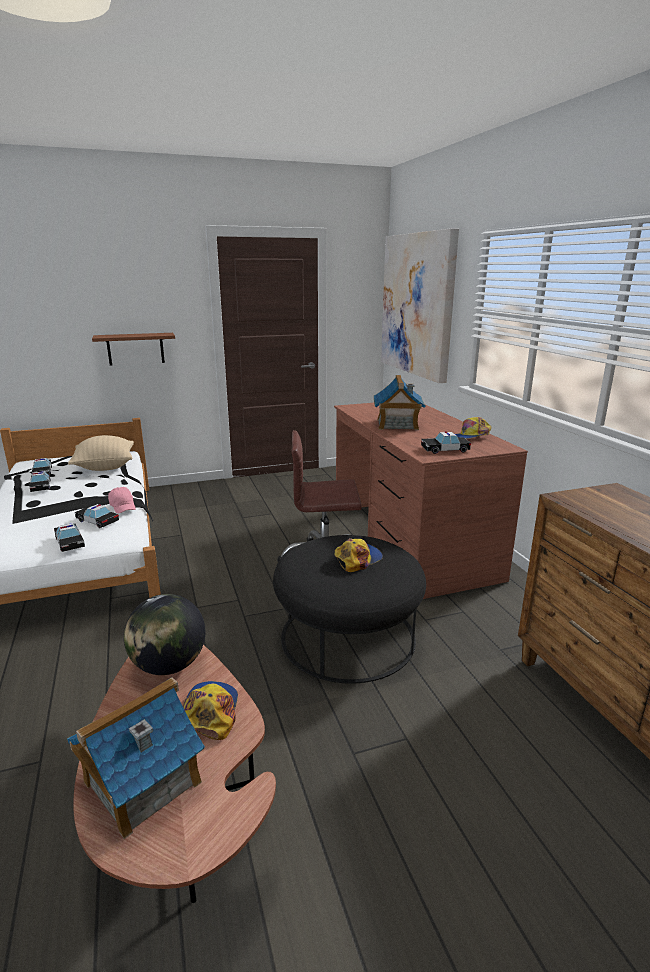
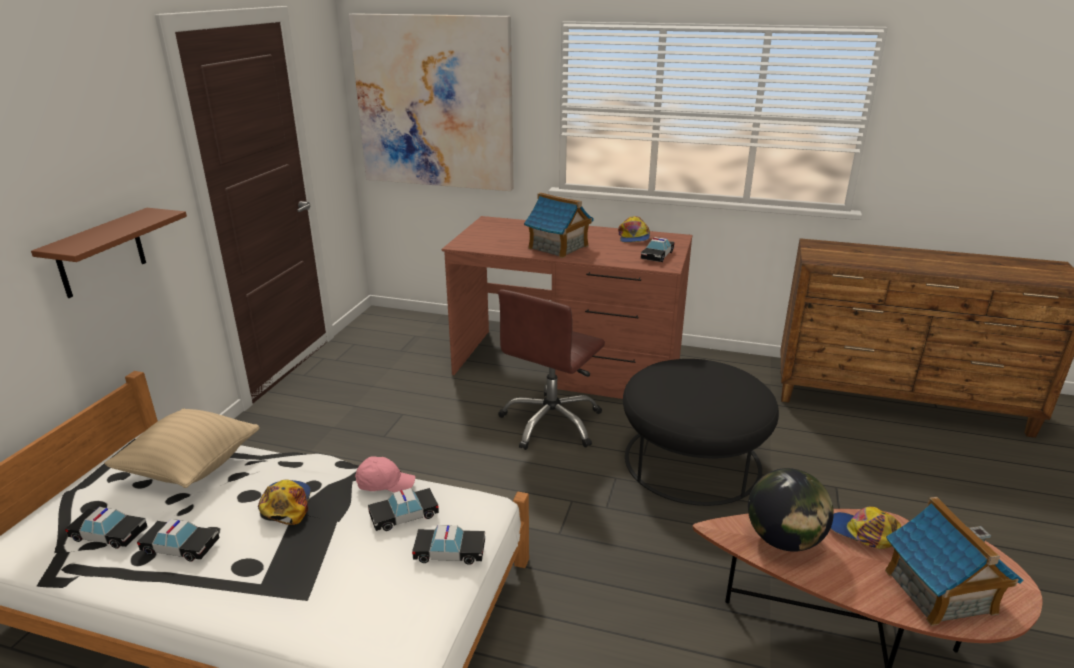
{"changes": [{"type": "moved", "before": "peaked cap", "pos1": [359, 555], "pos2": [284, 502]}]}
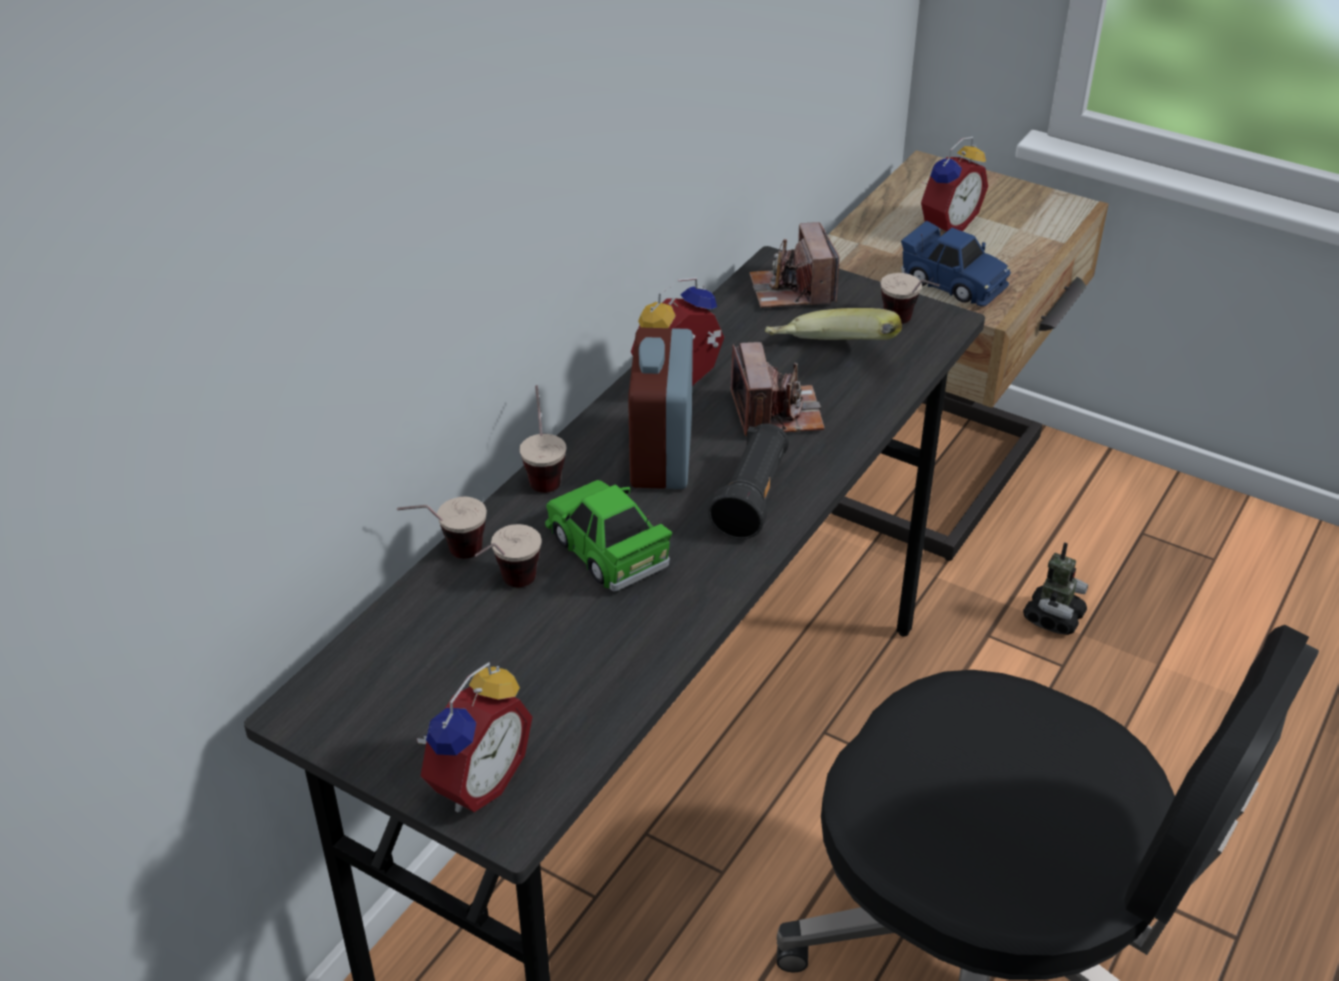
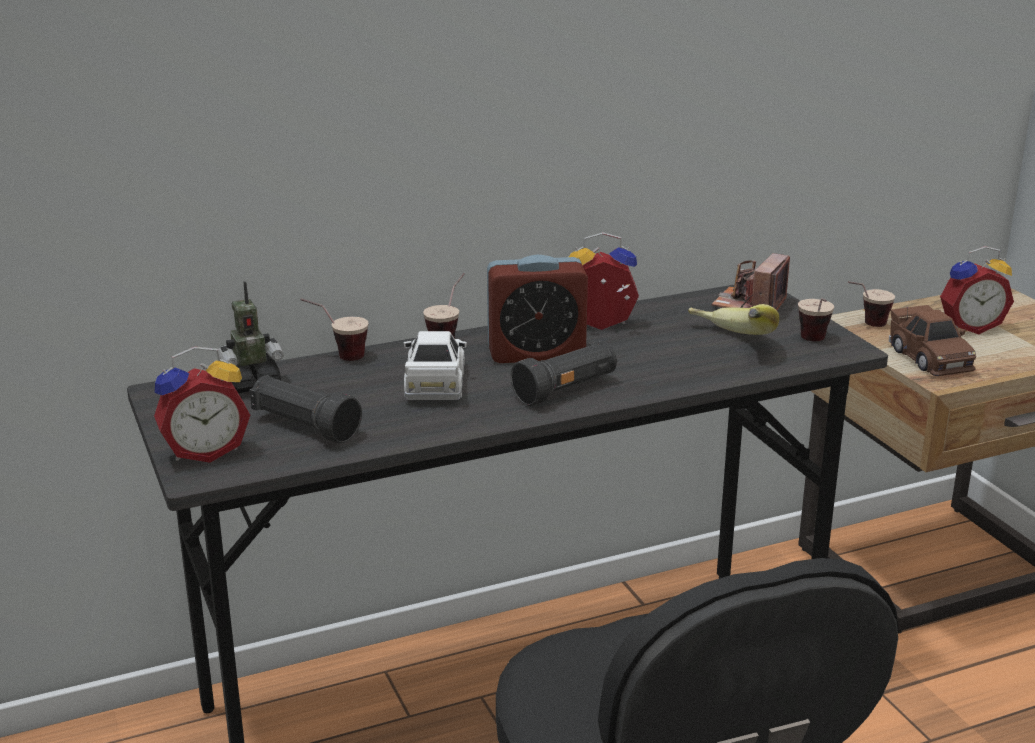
{"changes": [{"type": "moved", "before": "drinking cup", "pos1": [508, 555], "pos2": [871, 304]}, {"type": "recoloured", "before": "miniature car in green", "after": "miniature car in whitish", "pos1": [608, 535], "pos2": [435, 365]}, {"type": "turned", "before": "bedside clock", "pos1": [660, 408], "pos2": [537, 309], "turn": -135}, {"type": "removed", "before": "photo camera", "pos1": [778, 389]}, {"type": "recoloured", "before": "miniature car in bluish", "after": "miniature car in brown-coloured", "pos1": [956, 264], "pos2": [932, 340]}, {"type": "moved", "before": "toy robot", "pos1": [1055, 588], "pos2": [251, 337]}, {"type": "added", "after": "flashlight in black-coloured", "pos2": [306, 409]}]}
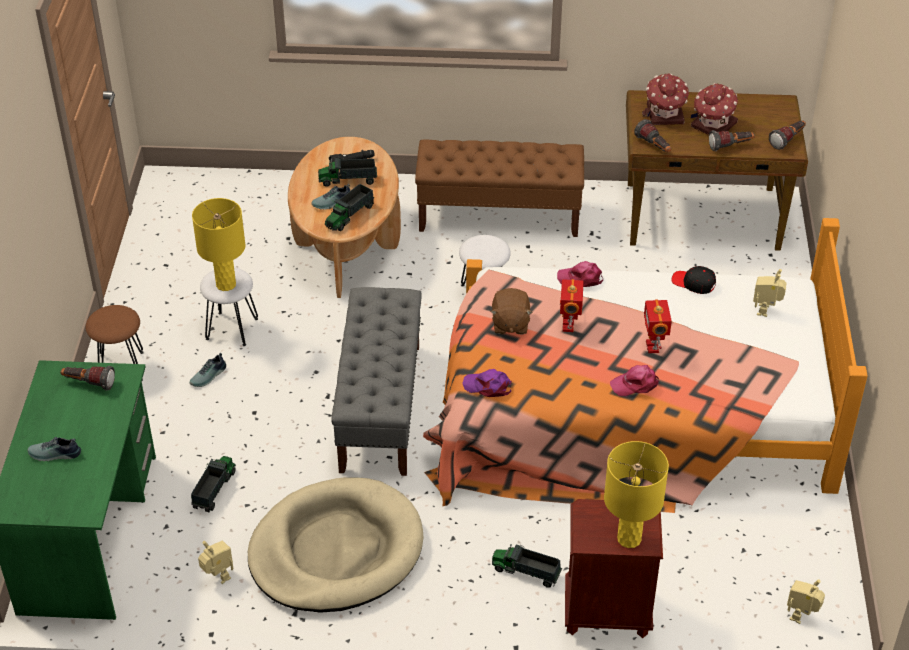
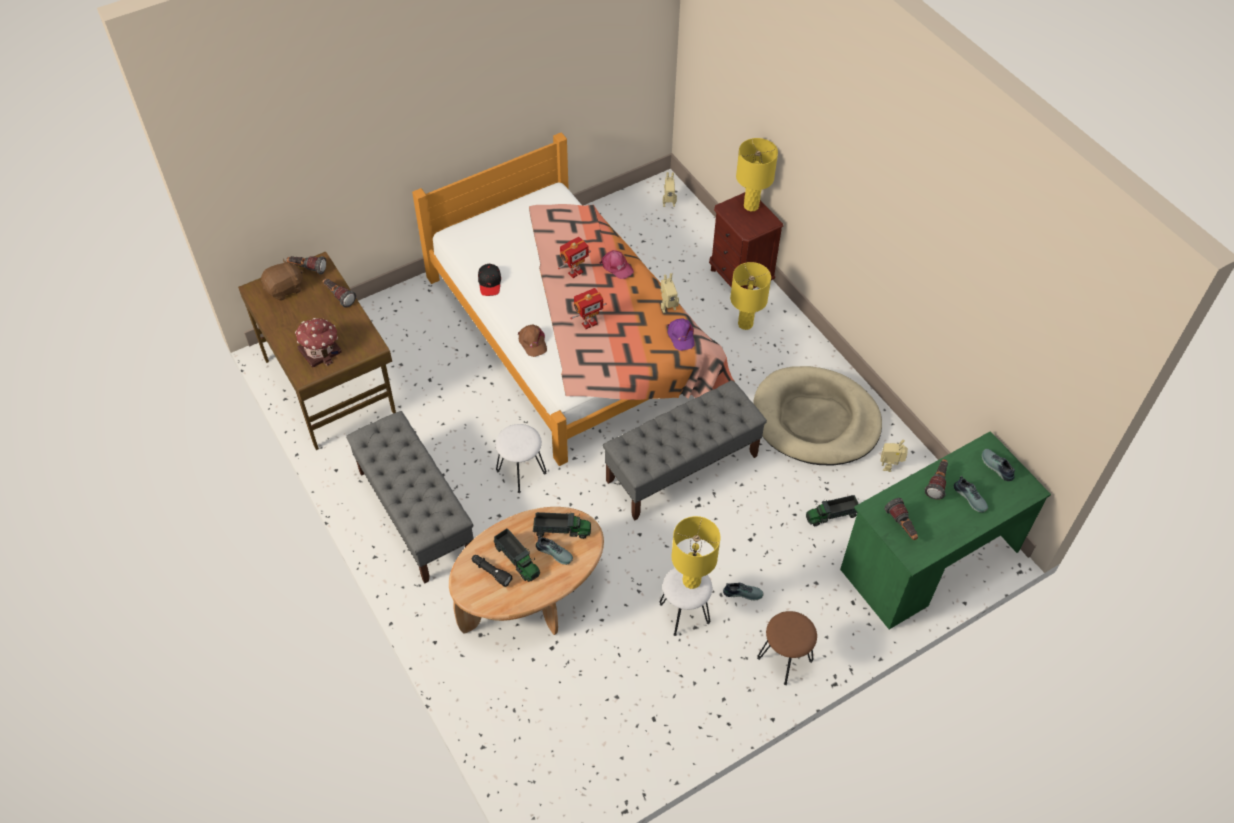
{"changes": [{"type": "recoloured", "before": "long seat in brown-coloured", "after": "long seat in gray", "pos1": [499, 188], "pos2": [410, 497]}, {"type": "moved", "before": "plush toy in brown-coloured", "pos1": [512, 311], "pos2": [282, 280]}, {"type": "replaced", "before": "toy lorry", "after": "table lamp in yellow", "pos1": [527, 566], "pos2": [750, 296]}, {"type": "recoloured", "before": "peaked cap in pink-coloured", "after": "peaked cap in brown-coloured", "pos1": [580, 274], "pos2": [532, 340]}, {"type": "moved", "before": "flashlight", "pos1": [652, 135], "pos2": [936, 479]}, {"type": "removed", "before": "miniature house", "pos1": [714, 109]}, {"type": "moved", "before": "toy robot", "pos1": [770, 293], "pos2": [669, 293]}, {"type": "added", "after": "low shoe", "pos2": [998, 465]}]}
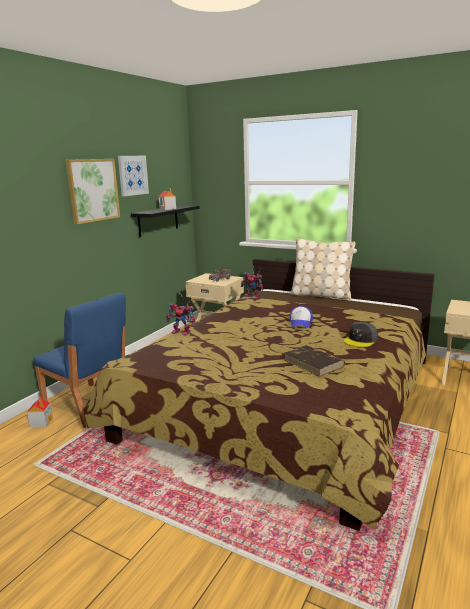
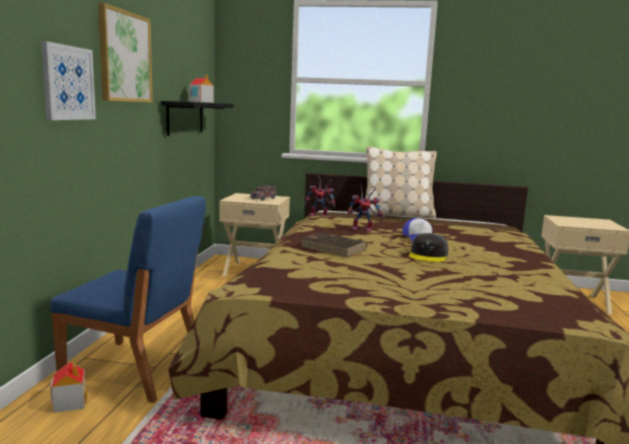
{"changes": [{"type": "moved", "before": "wall picture", "pos1": [133, 176], "pos2": [68, 80]}, {"type": "moved", "before": "toy robot", "pos1": [180, 314], "pos2": [365, 208]}, {"type": "moved", "before": "volume in brown-coloured", "pos1": [314, 361], "pos2": [333, 244]}, {"type": "moved", "before": "peaked cap in gray", "pos1": [361, 334], "pos2": [428, 247]}]}
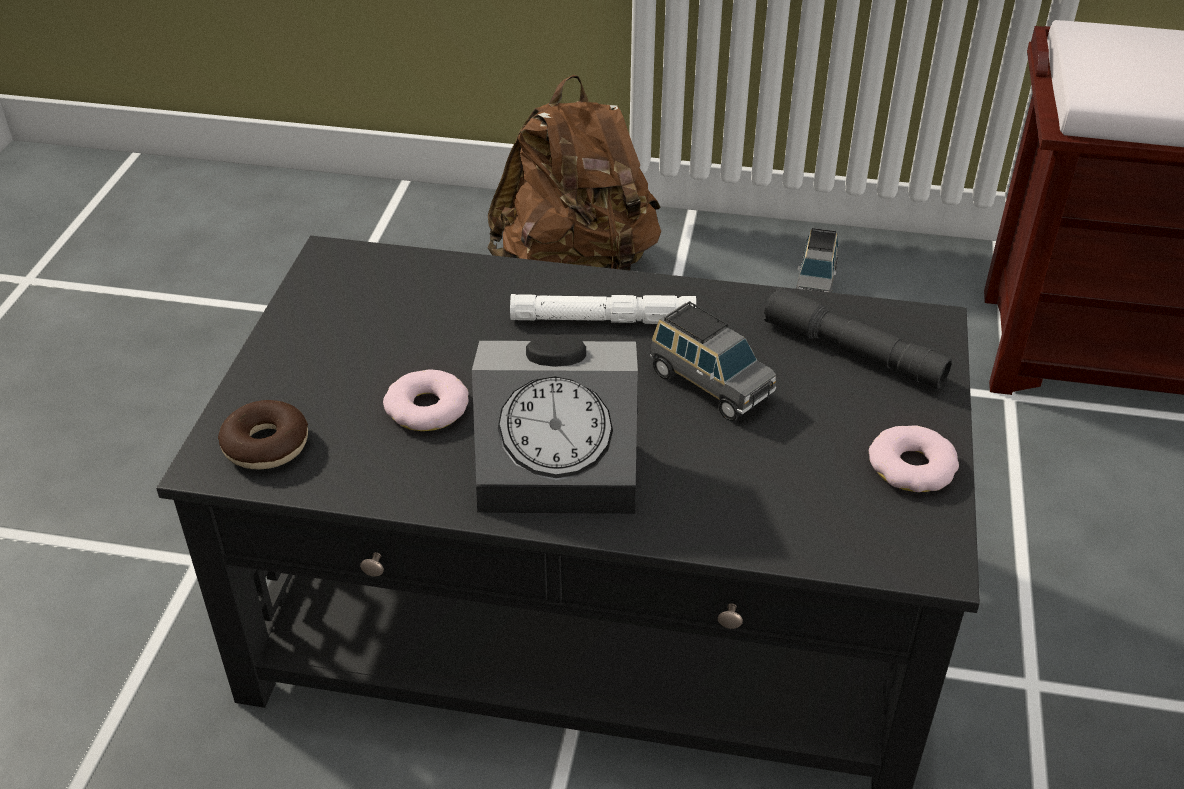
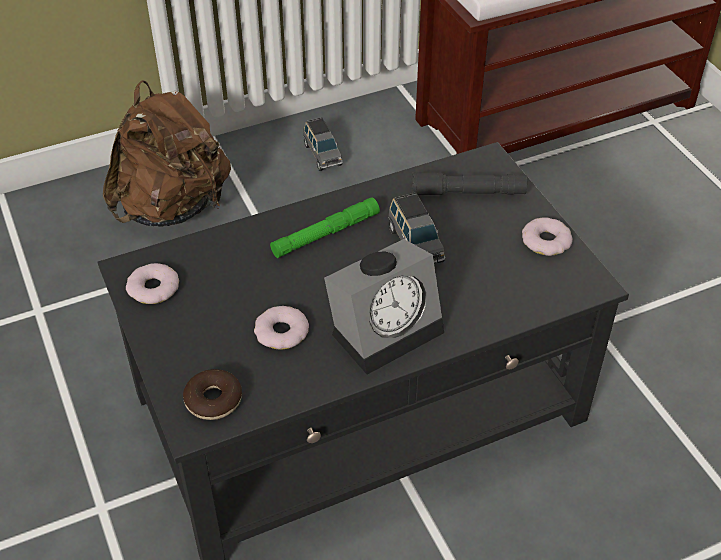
{"changes": [{"type": "recoloured", "before": "flashlight in whitish", "after": "flashlight in green", "pos1": [603, 309], "pos2": [325, 227]}, {"type": "turned", "before": "miniature car in gray", "pos1": [713, 361], "pos2": [416, 228], "turn": 60}, {"type": "added", "after": "doughnut", "pos2": [152, 283]}]}
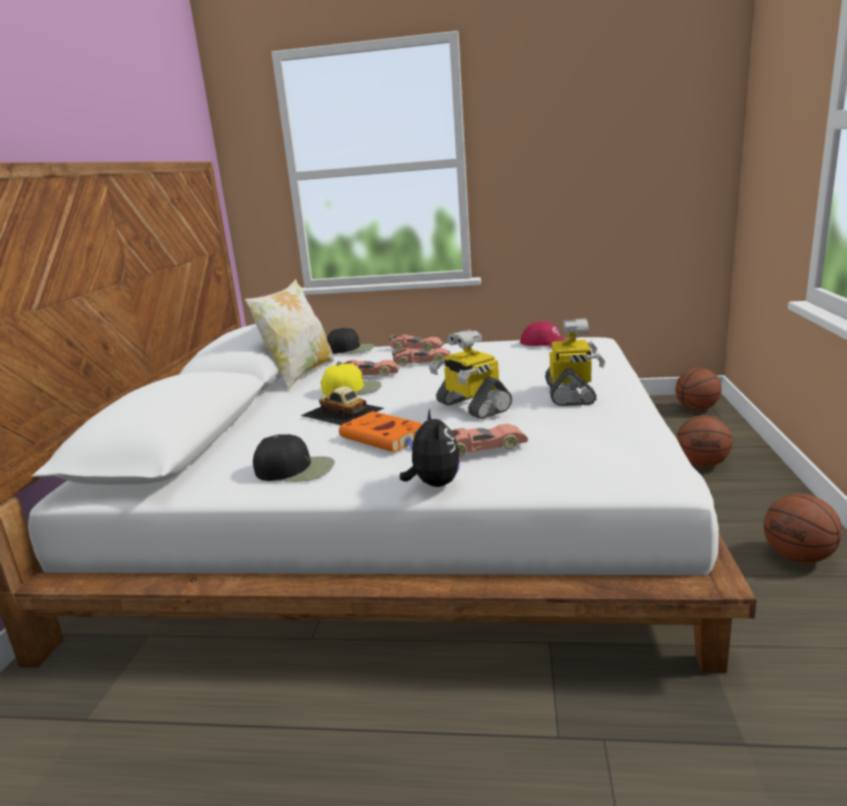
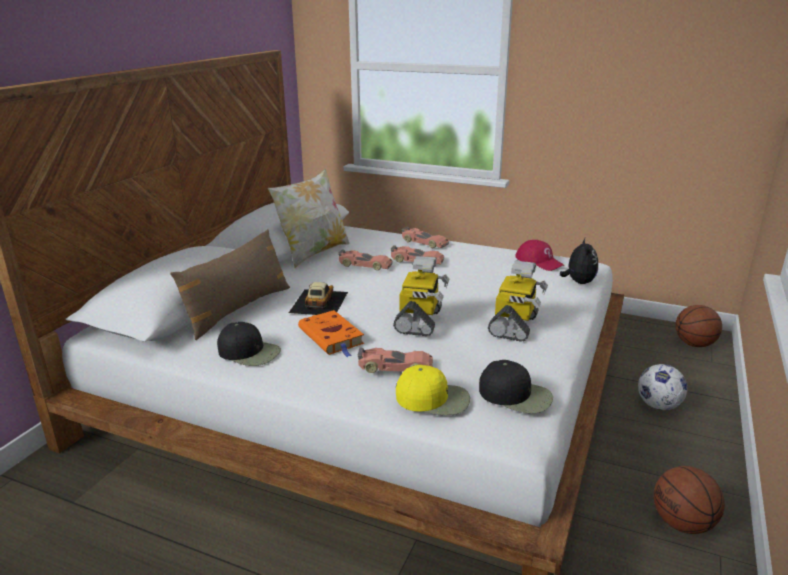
{"changes": [{"type": "turned", "before": "miniature car", "pos1": [342, 405], "pos2": [318, 298], "turn": 45}, {"type": "moved", "before": "peaked cap in yellow", "pos1": [351, 380], "pos2": [433, 390]}, {"type": "moved", "before": "peaked cap in black-coloured", "pos1": [351, 341], "pos2": [516, 386]}, {"type": "moved", "before": "plush toy", "pos1": [430, 448], "pos2": [579, 261]}, {"type": "turned", "before": "toy robot", "pos1": [470, 374], "pos2": [421, 296], "turn": -150}, {"type": "replaced", "before": "basketball ball", "after": "ball for football", "pos1": [705, 441], "pos2": [662, 387]}, {"type": "added", "after": "cushion in brown-coloured", "pos2": [230, 284]}]}
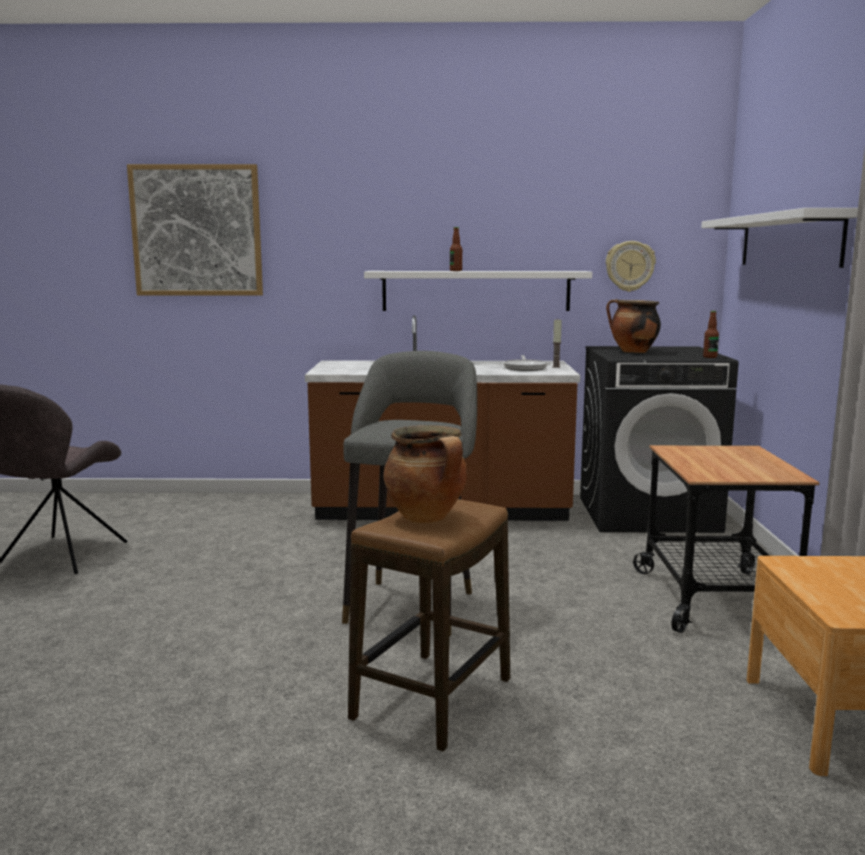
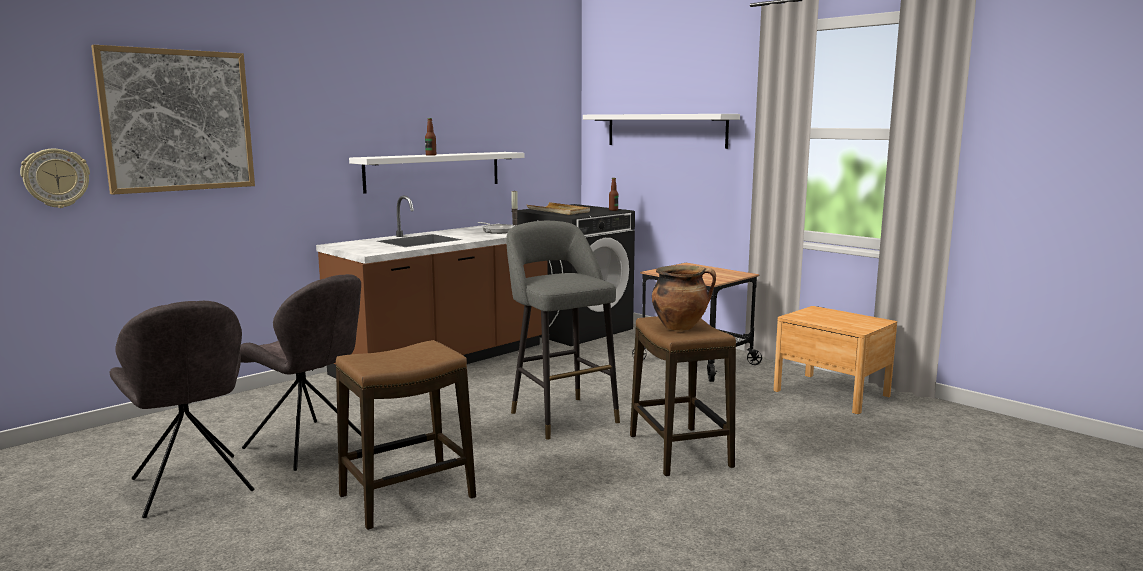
{"changes": [{"type": "moved", "before": "wall clock", "pos1": [631, 266], "pos2": [55, 178]}, {"type": "replaced", "before": "cooking pot", "after": "serving tray in beige", "pos1": [633, 326], "pos2": [558, 208]}, {"type": "added", "after": "upright chair in gray", "pos2": [300, 372]}, {"type": "added", "after": "stool", "pos2": [406, 435]}]}
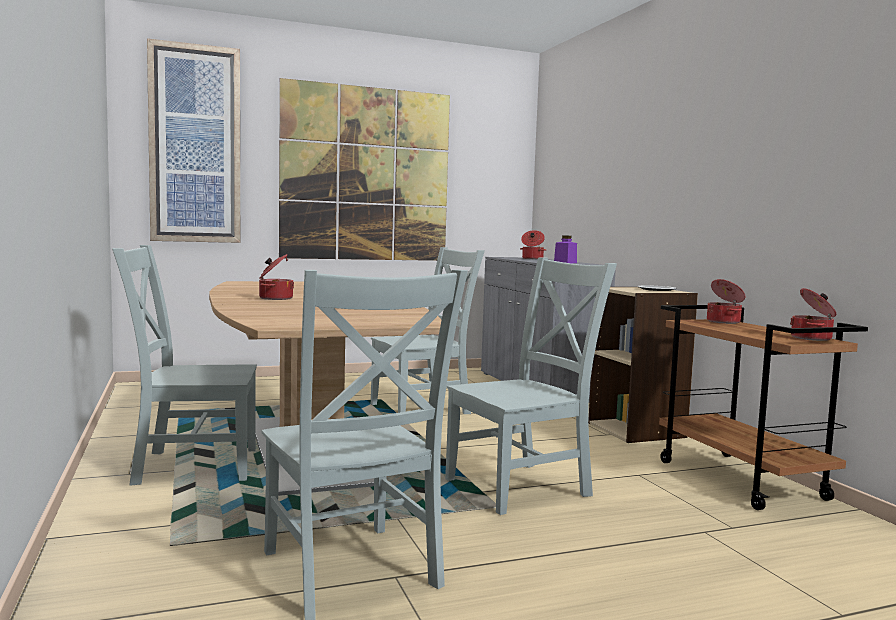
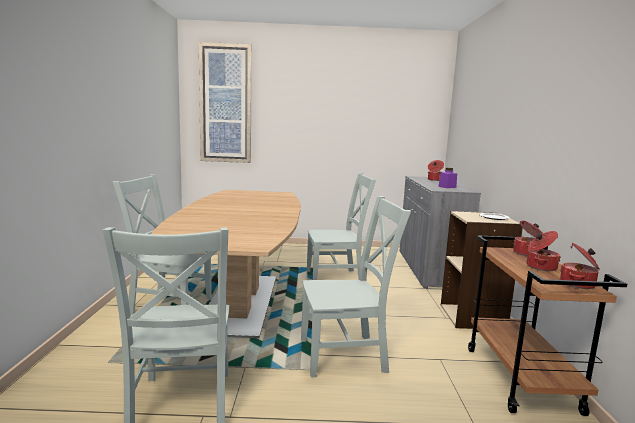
{"changes": [{"type": "moved", "before": "cooking pot", "pos1": [276, 277], "pos2": [544, 251]}, {"type": "removed", "before": "wall picture", "pos1": [364, 169]}]}
